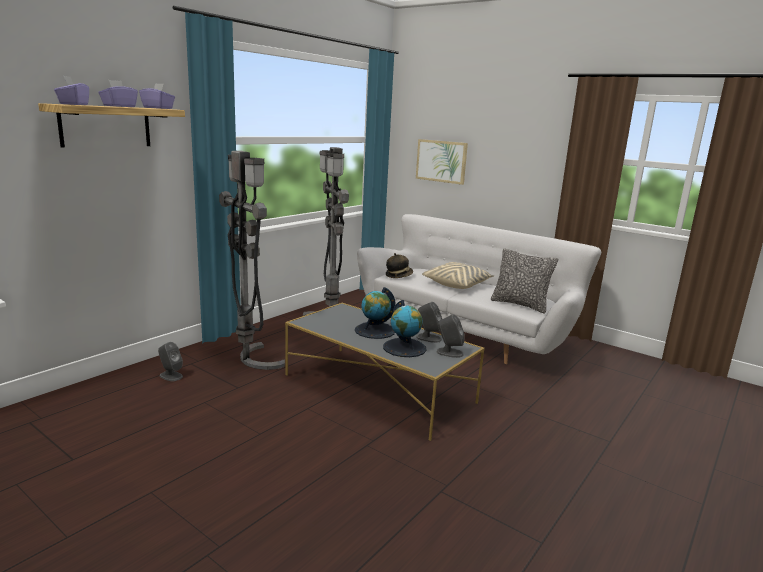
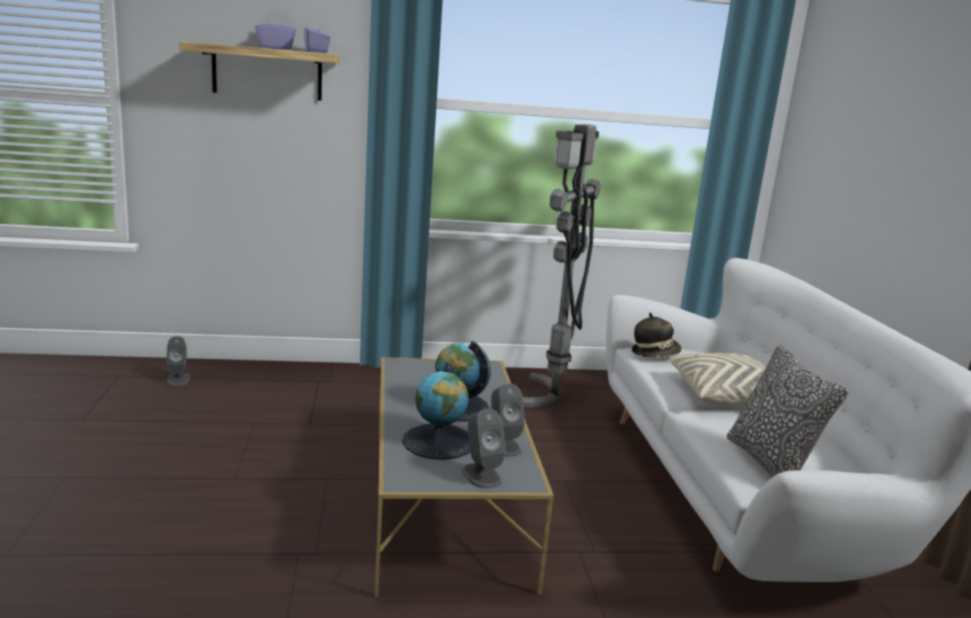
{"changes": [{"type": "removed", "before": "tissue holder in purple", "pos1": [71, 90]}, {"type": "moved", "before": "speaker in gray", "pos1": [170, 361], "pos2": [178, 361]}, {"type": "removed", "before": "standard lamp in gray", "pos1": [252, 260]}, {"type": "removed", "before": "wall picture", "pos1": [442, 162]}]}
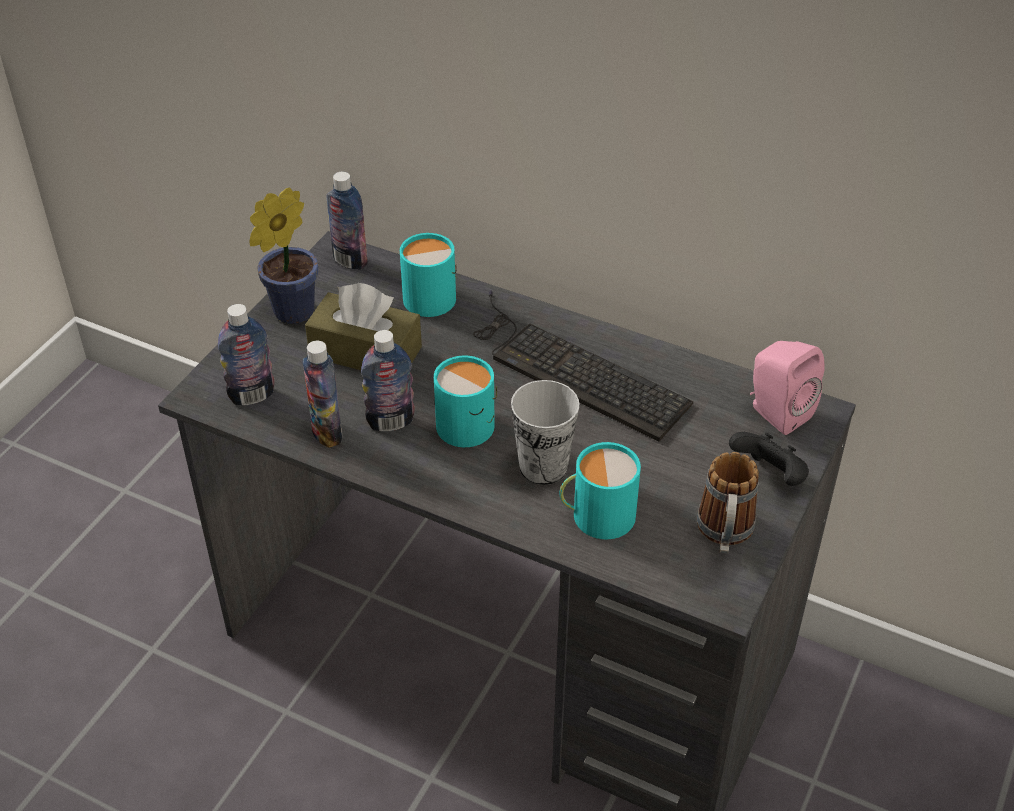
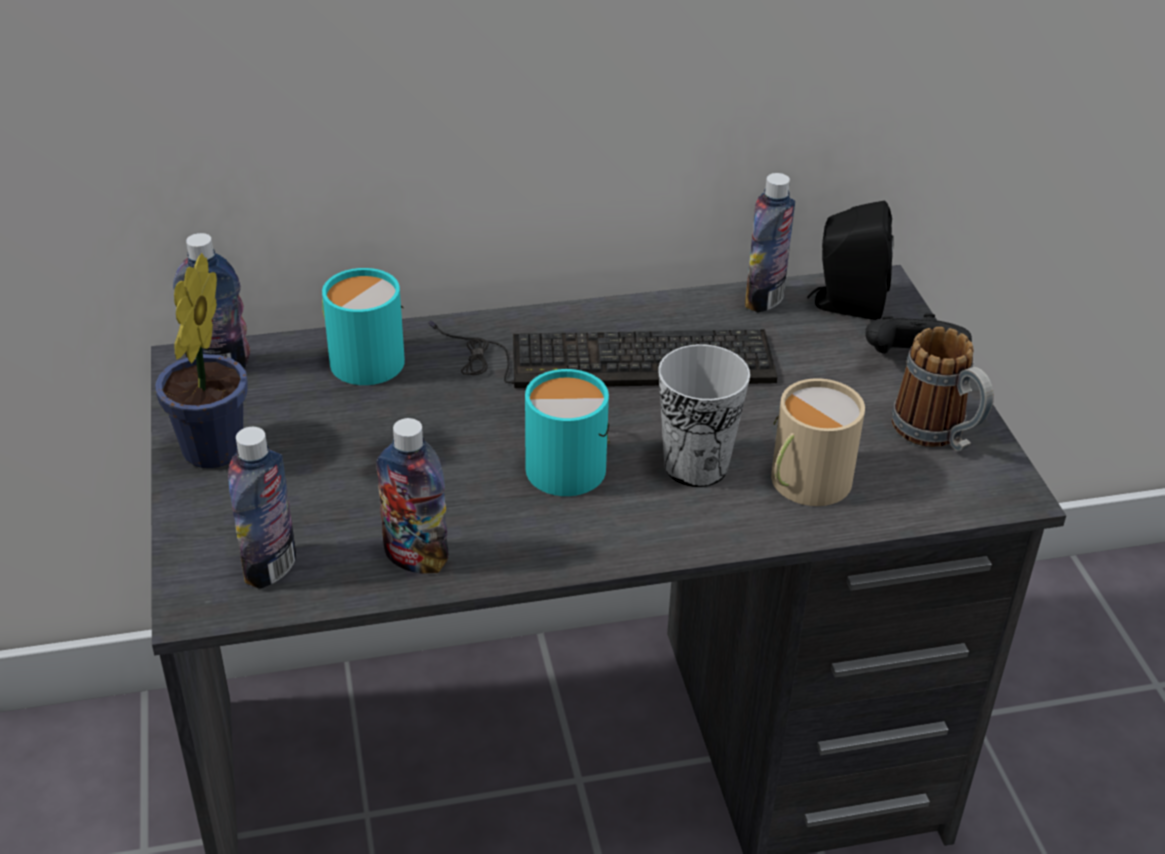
{"changes": [{"type": "removed", "before": "tissue holder in brown-coloured", "pos1": [363, 326]}, {"type": "moved", "before": "bottle", "pos1": [388, 380], "pos2": [770, 243]}, {"type": "recoloured", "before": "tea mug in turquoise-coloured", "after": "tea mug in beige", "pos1": [600, 490], "pos2": [818, 442]}, {"type": "recoloured", "before": "speaker in pink-coloured", "after": "speaker in black-coloured", "pos1": [787, 388], "pos2": [850, 260]}]}
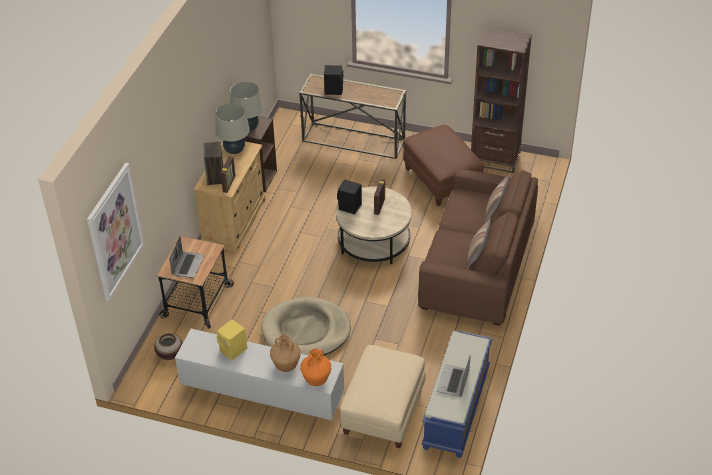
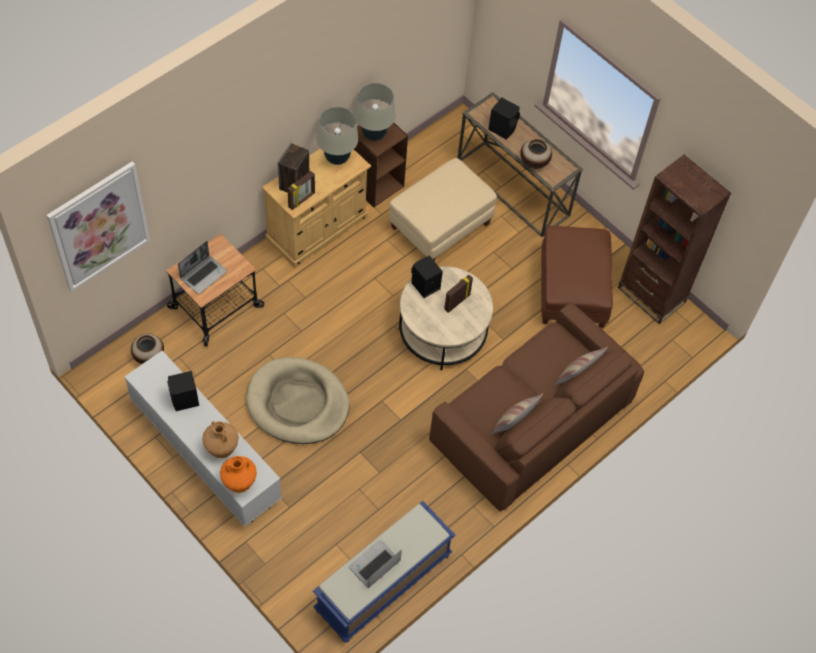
{"changes": [{"type": "recoloured", "before": "speaker in yellow", "after": "speaker in black-coloured", "pos1": [232, 339], "pos2": [183, 391]}, {"type": "moved", "before": "pouffe in beige", "pos1": [383, 396], "pos2": [443, 209]}, {"type": "added", "after": "flower vase", "pos2": [536, 154]}]}
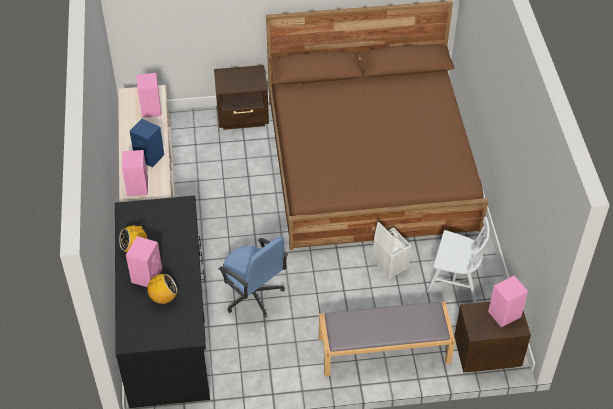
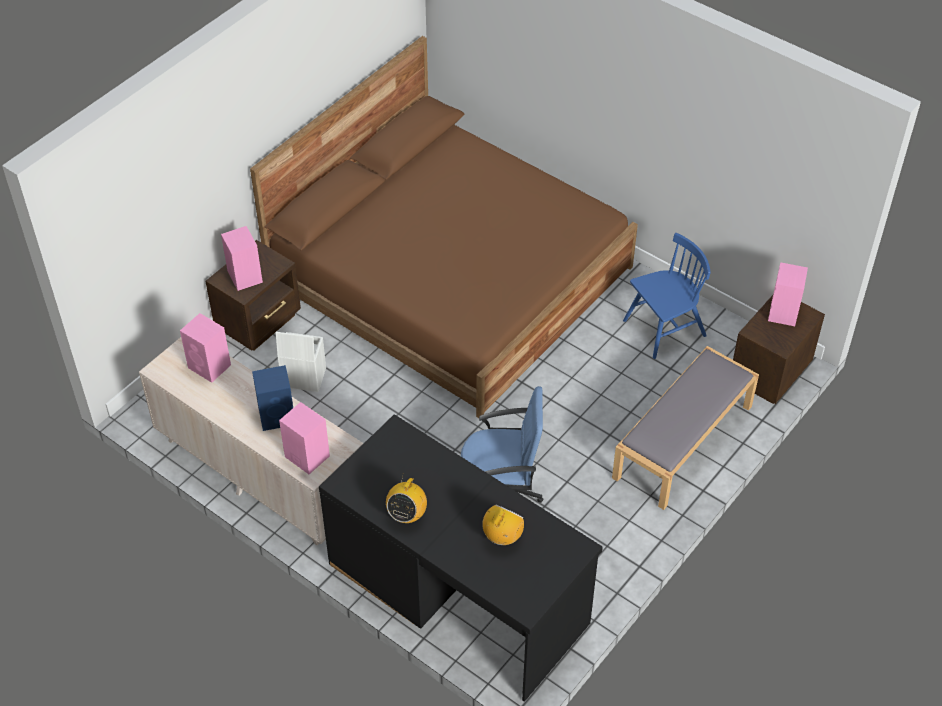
{"changes": [{"type": "moved", "before": "speaker in pink-coloured", "pos1": [144, 261], "pos2": [242, 258]}, {"type": "moved", "before": "storage container in whitish", "pos1": [391, 250], "pos2": [301, 362]}, {"type": "recoloured", "before": "upright chair in whitish", "after": "upright chair in bluish", "pos1": [458, 260], "pos2": [667, 296]}]}
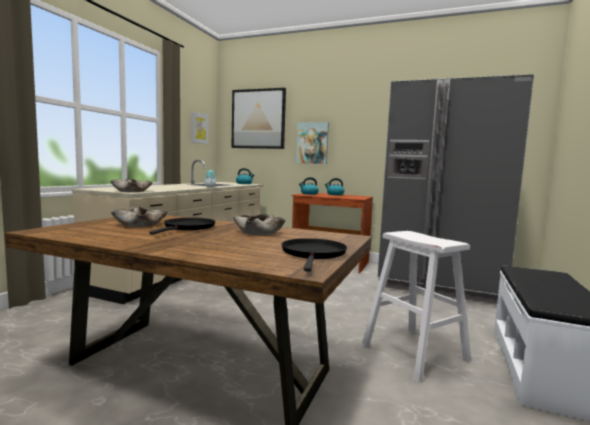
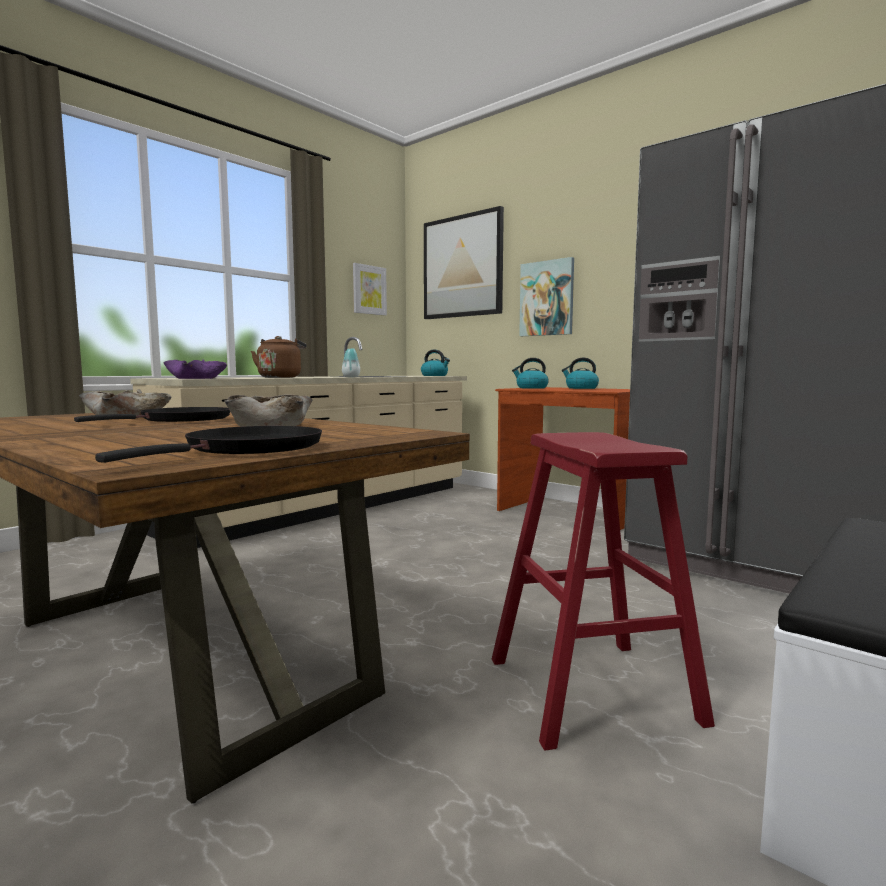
{"changes": [{"type": "recoloured", "before": "bowl in beige", "after": "bowl in purple", "pos1": [131, 185], "pos2": [195, 369]}, {"type": "recoloured", "before": "stool in whitish", "after": "stool in red", "pos1": [416, 307], "pos2": [603, 591]}, {"type": "added", "after": "kettle in brown-coloured", "pos2": [279, 357]}]}
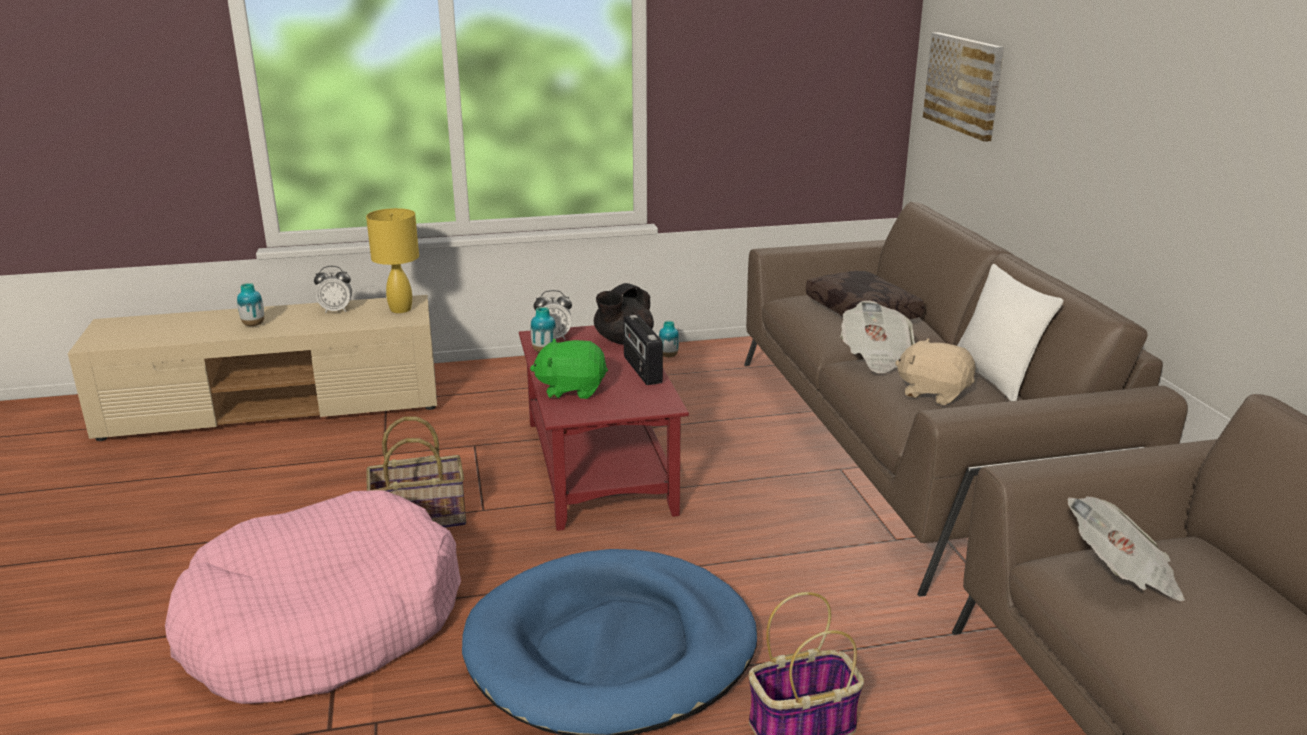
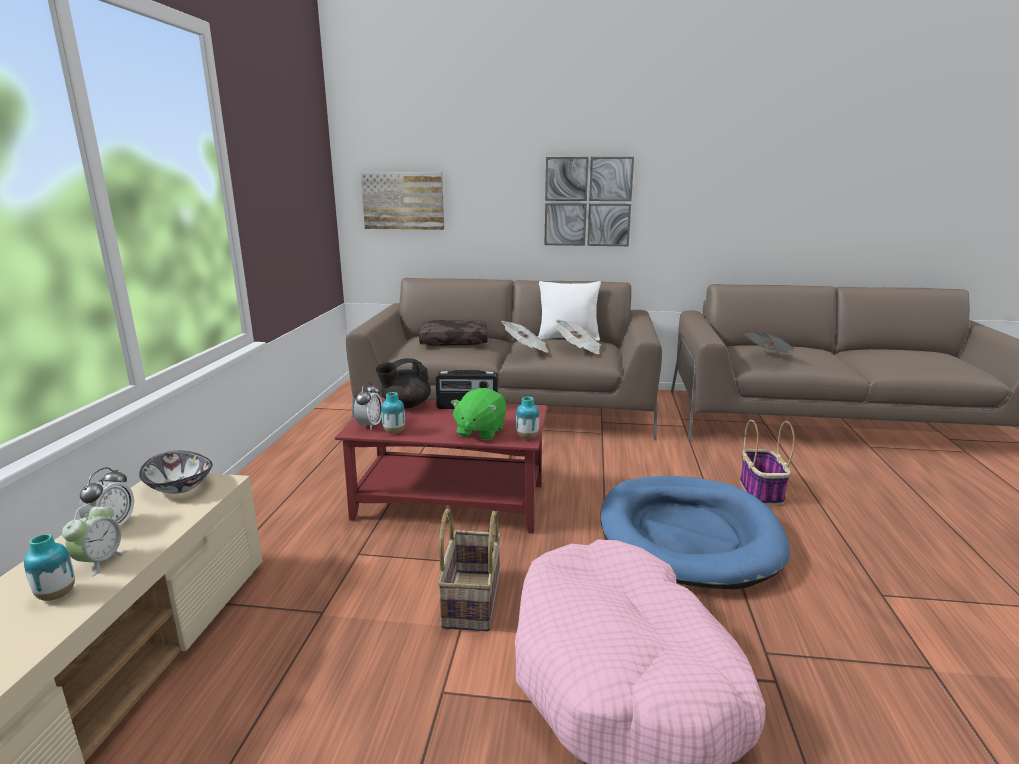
{"changes": [{"type": "replaced", "before": "table lamp in yellow", "after": "bowl", "pos1": [392, 260], "pos2": [176, 472]}, {"type": "turned", "before": "teapot in black-coloured", "pos1": [624, 313], "pos2": [403, 383], "turn": 90}, {"type": "moved", "before": "flower vase", "pos1": [669, 339], "pos2": [527, 418]}, {"type": "replaced", "before": "plush toy in beige", "after": "newspaper", "pos1": [935, 371], "pos2": [578, 337]}, {"type": "added", "after": "bedside clock", "pos2": [94, 540]}, {"type": "added", "after": "wall picture", "pos2": [589, 201]}]}
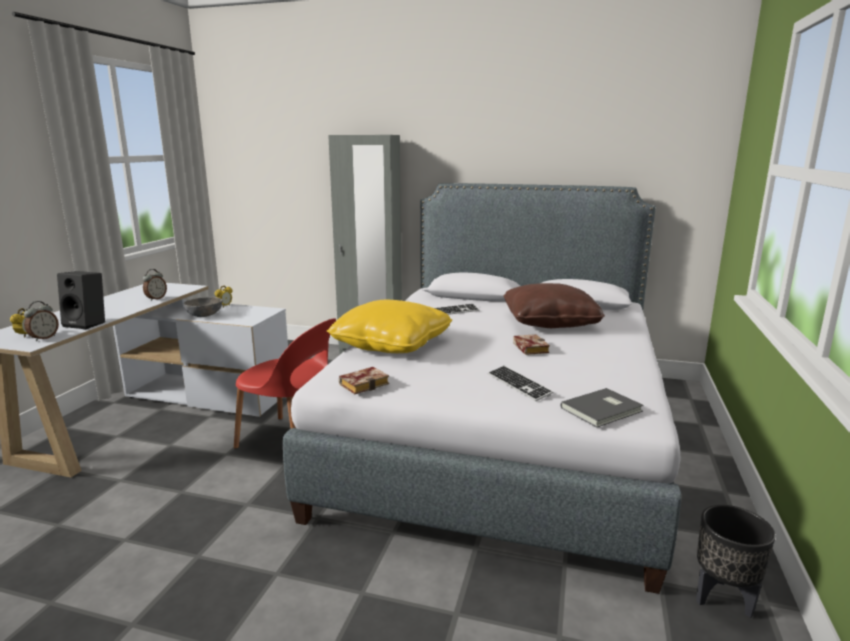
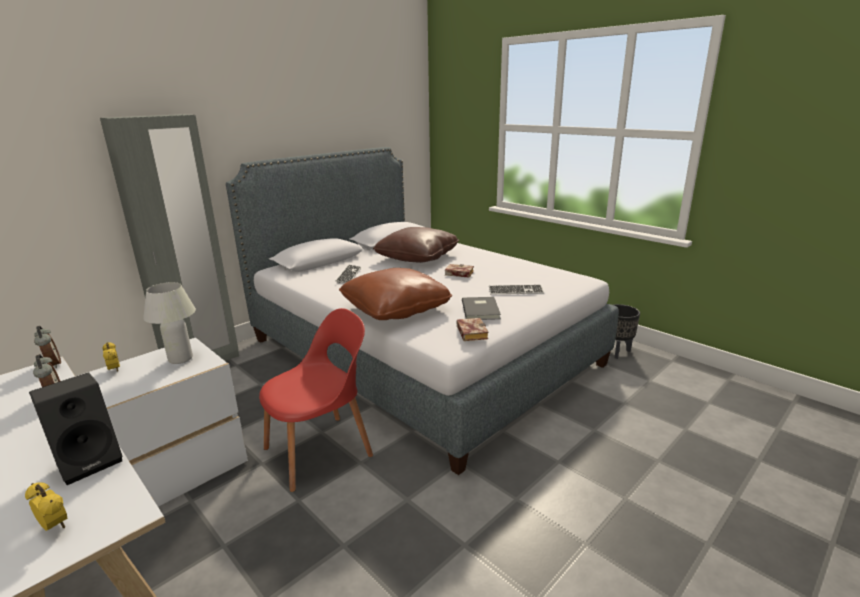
{"changes": [{"type": "moved", "before": "bedside clock", "pos1": [41, 321], "pos2": [47, 347]}, {"type": "removed", "before": "bowl in gray", "pos1": [203, 307]}, {"type": "recoloured", "before": "cushion in yellow", "after": "cushion in brown-coloured", "pos1": [389, 326], "pos2": [395, 294]}, {"type": "moved", "before": "volume in gray", "pos1": [602, 407], "pos2": [481, 308]}, {"type": "added", "after": "table lamp in whitish", "pos2": [169, 323]}]}
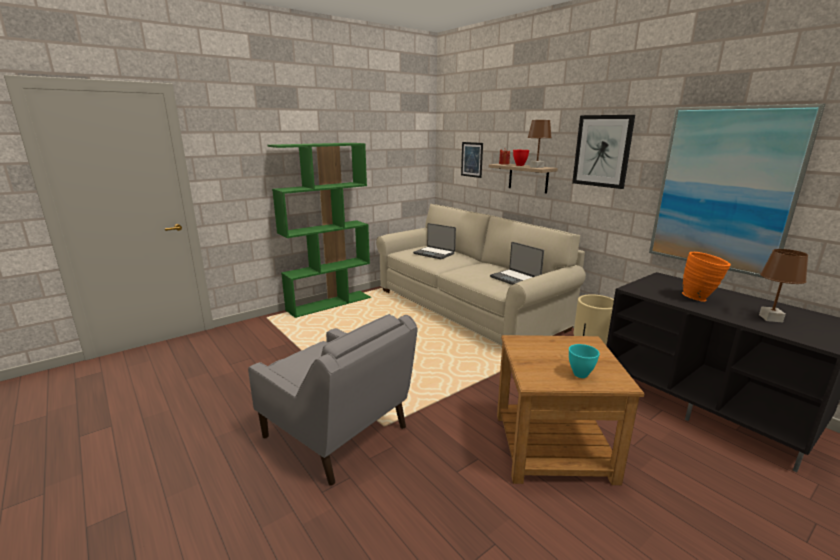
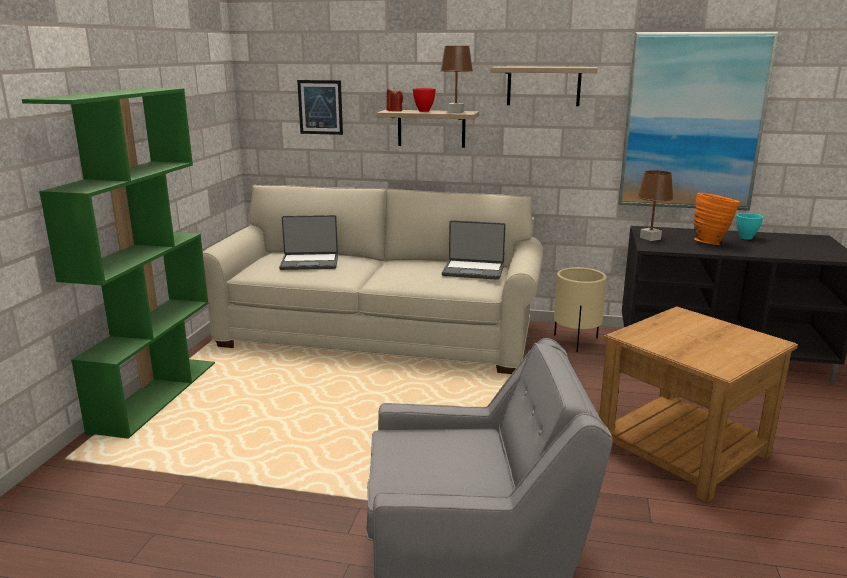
{"changes": [{"type": "moved", "before": "bowl in turquoise-coloured", "pos1": [584, 361], "pos2": [749, 226]}, {"type": "replaced", "before": "wall picture", "after": "wall shelf", "pos1": [603, 152], "pos2": [544, 86]}, {"type": "moved", "before": "table lamp in brown-coloured", "pos1": [783, 286], "pos2": [655, 205]}]}
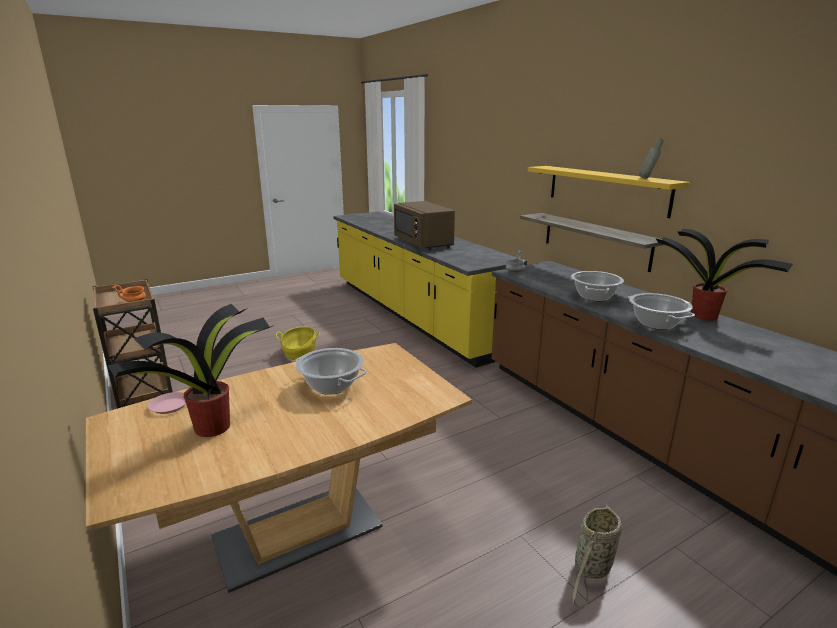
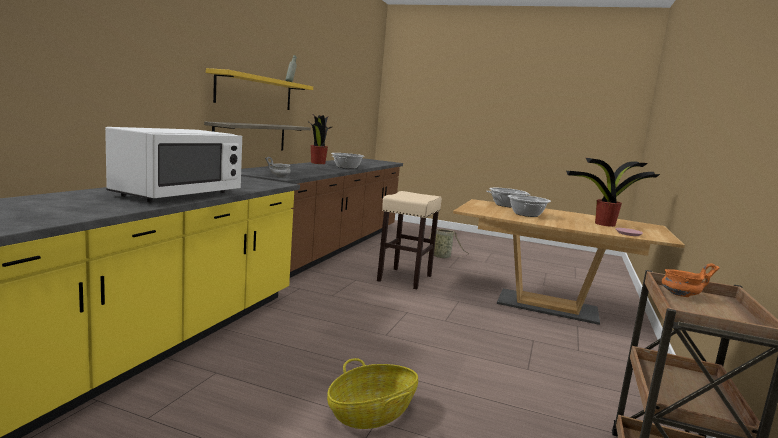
{"changes": [{"type": "recoloured", "before": "microwave oven in brown-coloured", "after": "microwave oven in whitish", "pos1": [424, 225], "pos2": [173, 164]}, {"type": "moved", "before": "cooking pot", "pos1": [597, 286], "pos2": [508, 198]}, {"type": "added", "after": "stool in beige", "pos2": [409, 240]}]}
